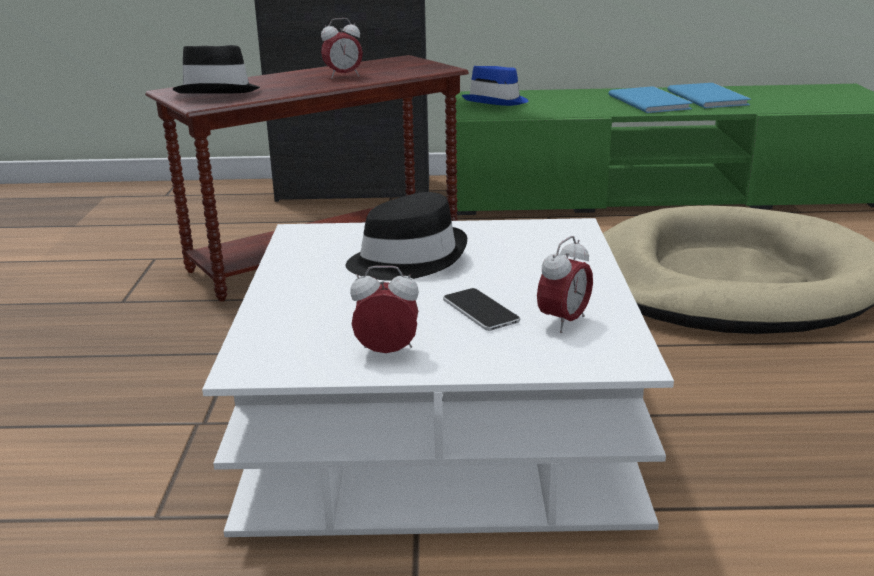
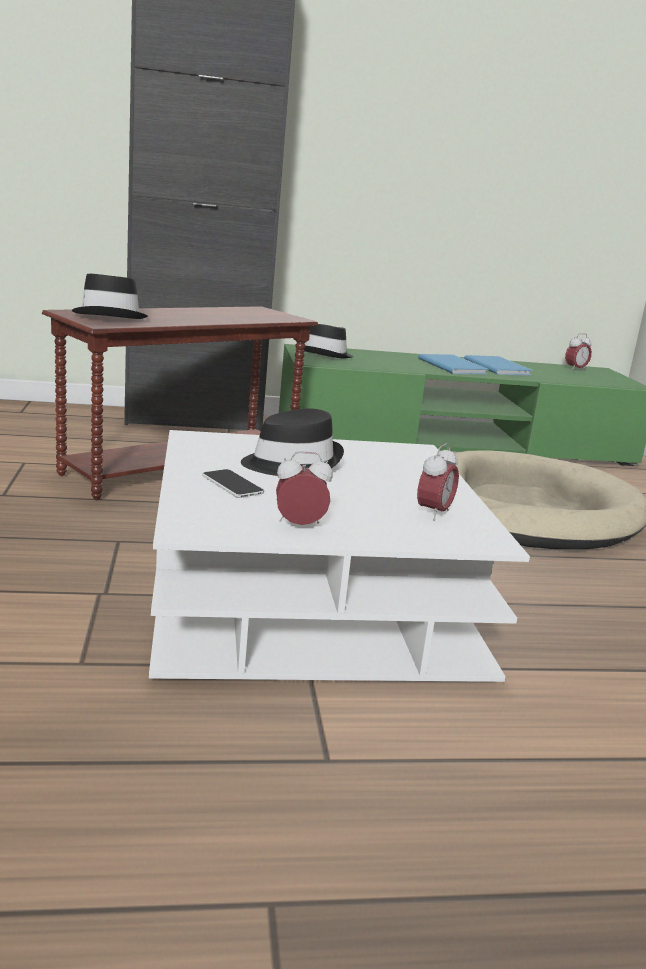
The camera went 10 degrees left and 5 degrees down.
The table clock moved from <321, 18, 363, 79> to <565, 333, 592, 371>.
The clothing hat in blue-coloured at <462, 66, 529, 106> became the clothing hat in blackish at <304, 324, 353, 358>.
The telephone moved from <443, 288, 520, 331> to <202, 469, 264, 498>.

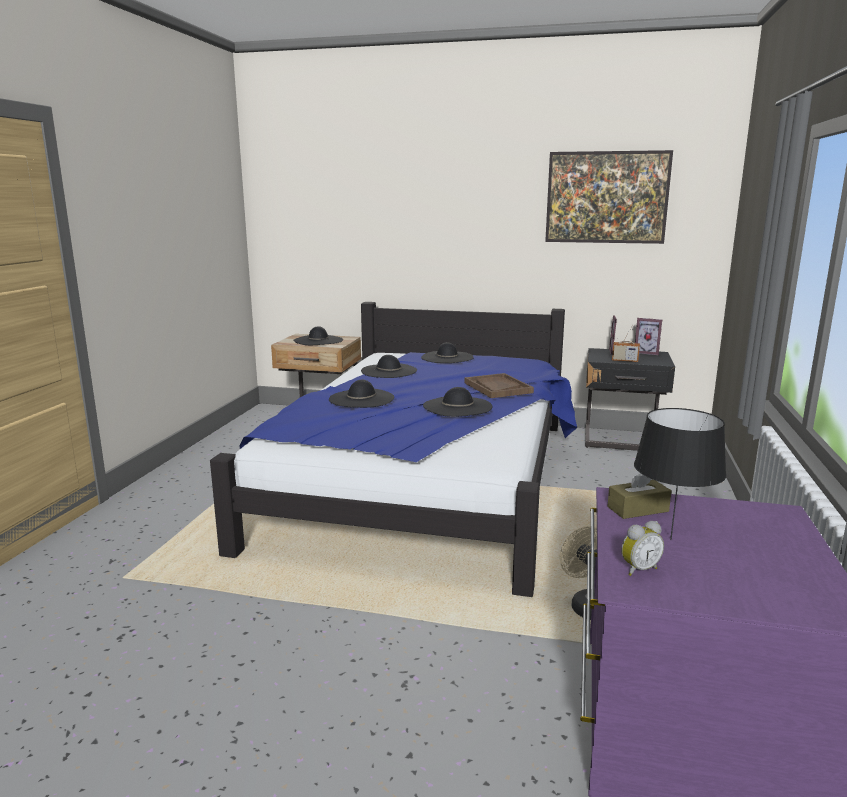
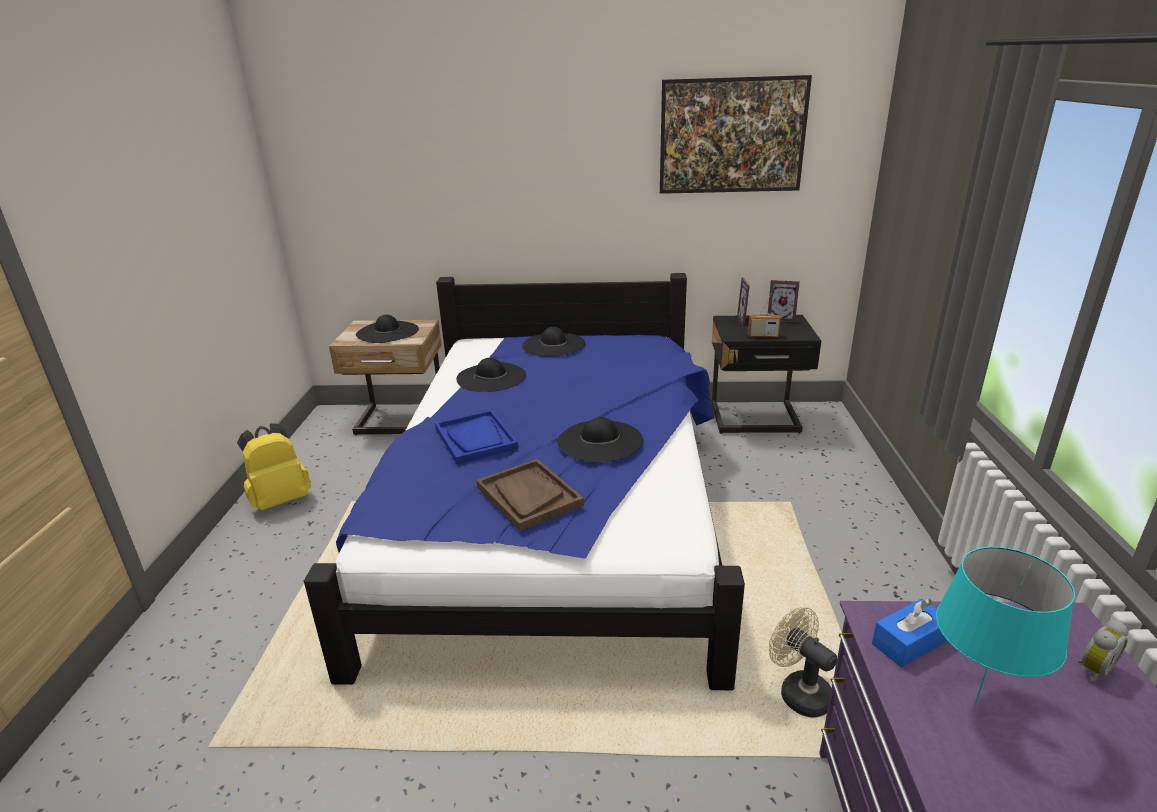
The camera went 10 degrees left and 10 degrees up.
The tray in brown-coloured moved from <464, 373, 534, 398> to <476, 459, 584, 531>.
The clothing hat in blackish at <329, 380, 395, 408> was replaced by the tray in blue-coloured at <435, 409, 519, 464>.
The table lamp in blackish at <634, 408, 726, 540> became the table lamp in turquoise-coloured at <936, 547, 1075, 705>.
The box of tissues in brown-coloured at <607, 473, 671, 519> became the box of tissues in blue-coloured at <872, 599, 947, 668>.
The table clock moved from <621, 521, 664, 576> to <1078, 620, 1128, 683>.
The knapsack in yellow at <237, 423, 311, 511> appeared.

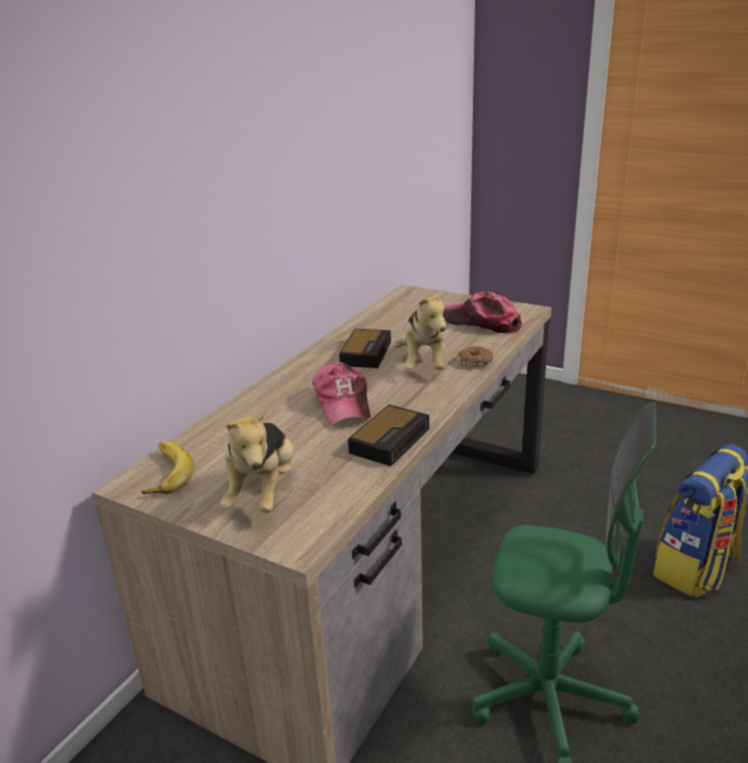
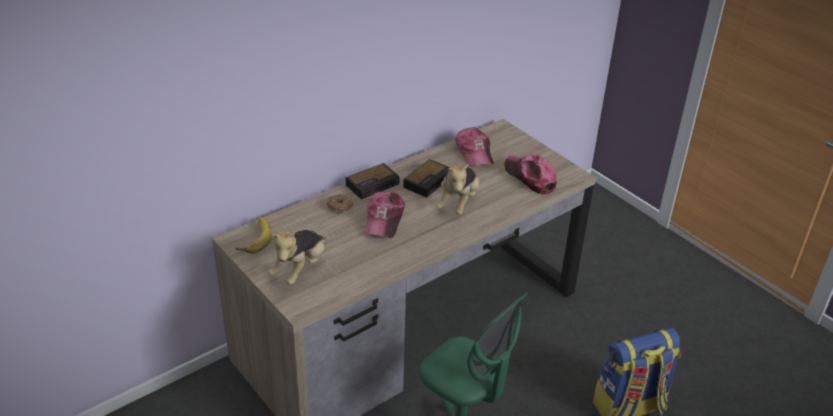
The camera went 20 degrees right and 10 degrees up.
The donut moved from <458, 346, 493, 368> to <327, 194, 353, 213>.
The table clock moved from <348, 405, 429, 466> to <346, 163, 399, 199>.
The cap at <455, 127, 494, 167> appeared.

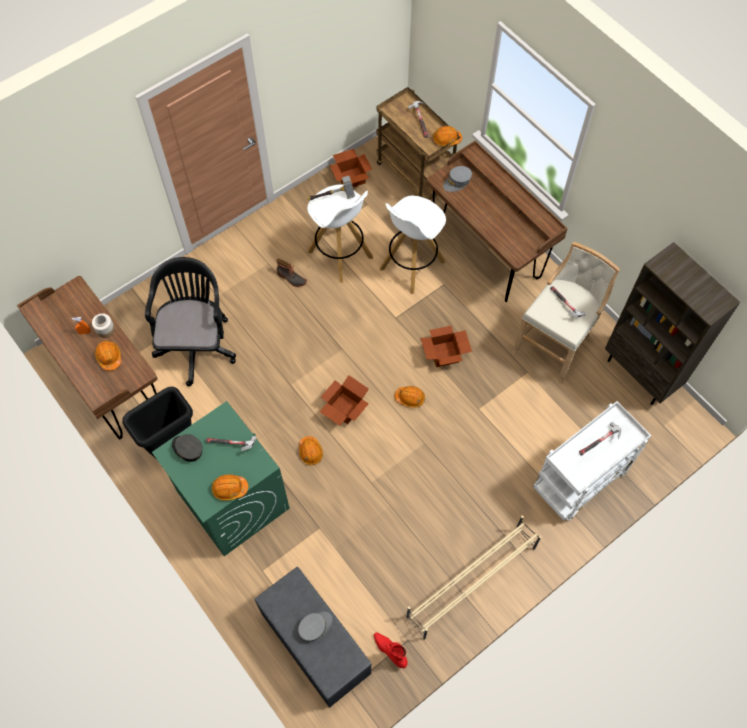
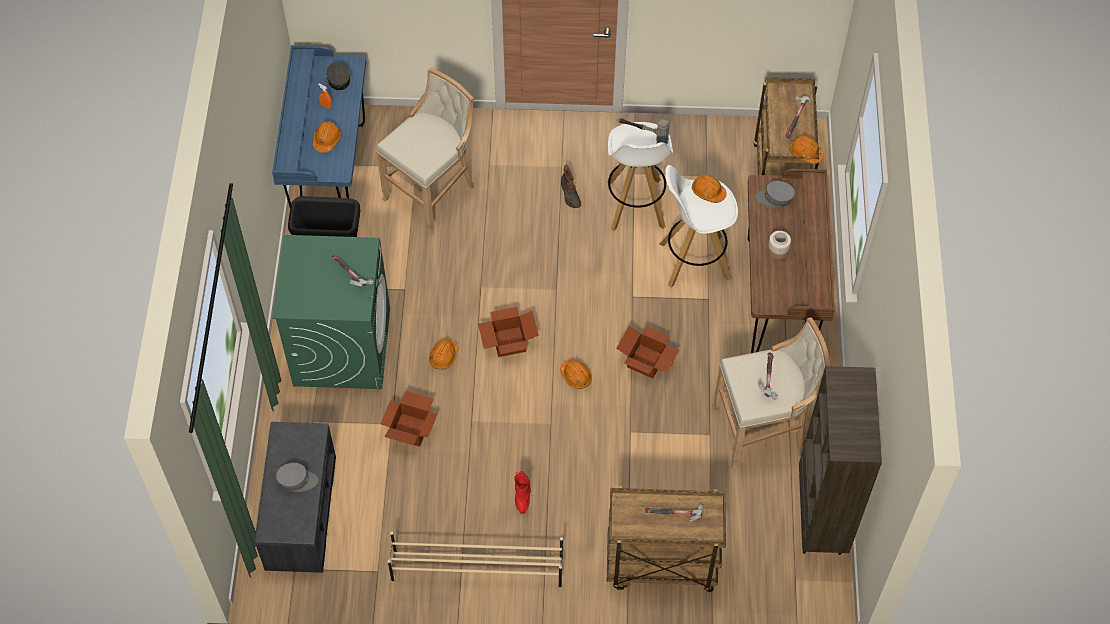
The camera went 40 degrees right and 5 degrees down.
The cardboard box moved from <330, 149, 372, 187> to <380, 391, 438, 447>.
The desk chair in blackish at <145, 257, 236, 386> was replaced by the stool in sand-coloured at <376, 68, 474, 236>.
The desk table in brown-coloured at <17, 276, 158, 439> became the desk table in blue-coloured at <272, 45, 366, 207>.
The storage jar moved from <92, 313, 115, 338> to <768, 231, 791, 259>.
The trolley in whitish at <533, 401, 651, 521> became the trolley in brown-coloured at <607, 486, 726, 592>.
The cap in grey moved from <172, 434, 203, 462> to <326, 61, 351, 90>.
The hard hat in orange-coloured moved from <212, 474, 248, 501> to <692, 174, 727, 203>.
The tall boot in reddish moved from <374, 632, 408, 668> to <514, 471, 531, 514>.

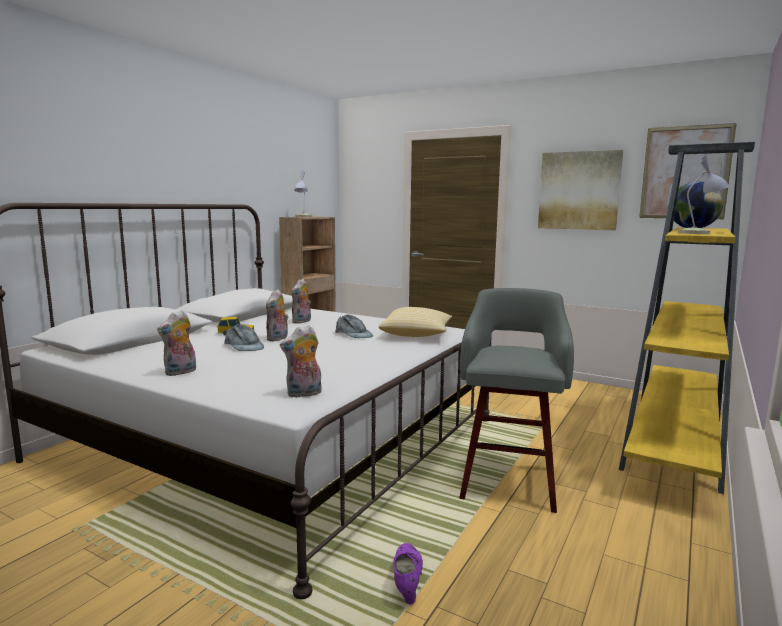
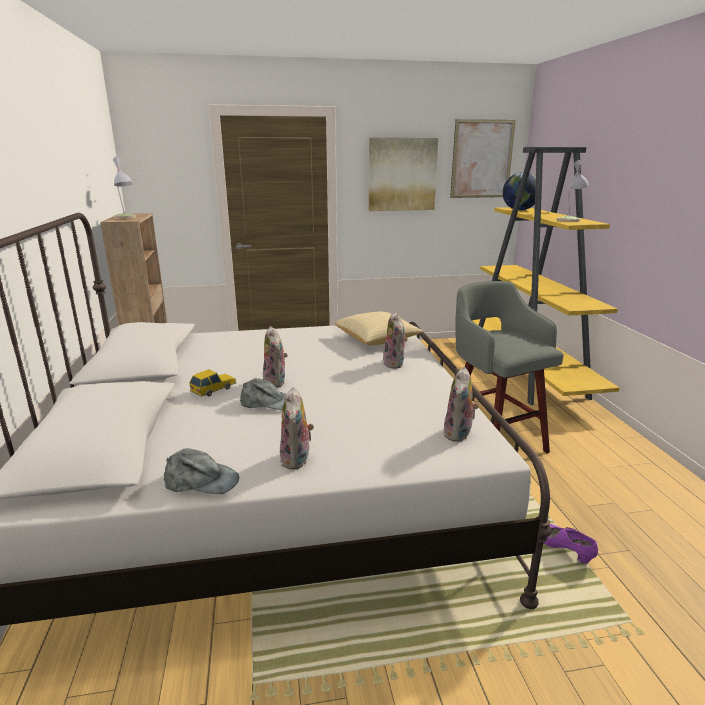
The camera went 40 degrees left and 10 degrees up.
The soft toy moved from <291, 279, 311, 324> to <383, 312, 408, 369>.
The cap in grey moved from <335, 314, 373, 338> to <164, 448, 239, 494>.

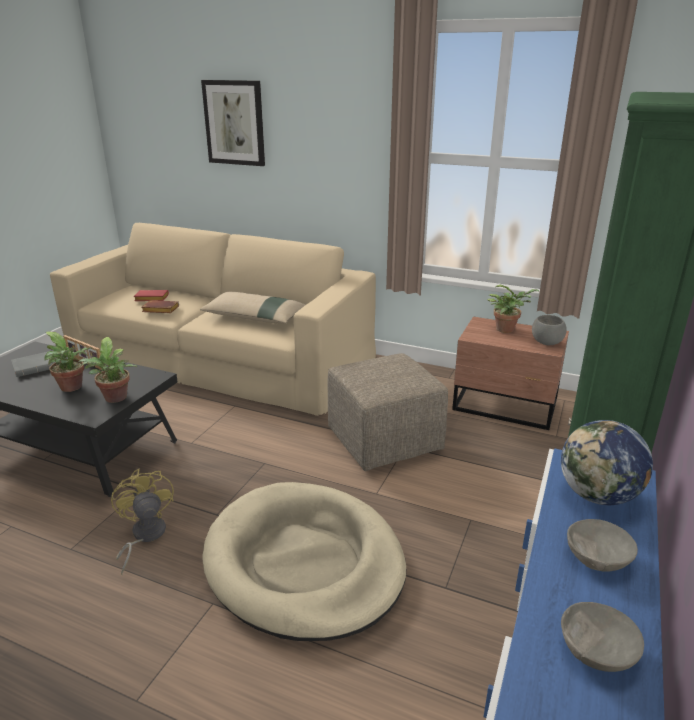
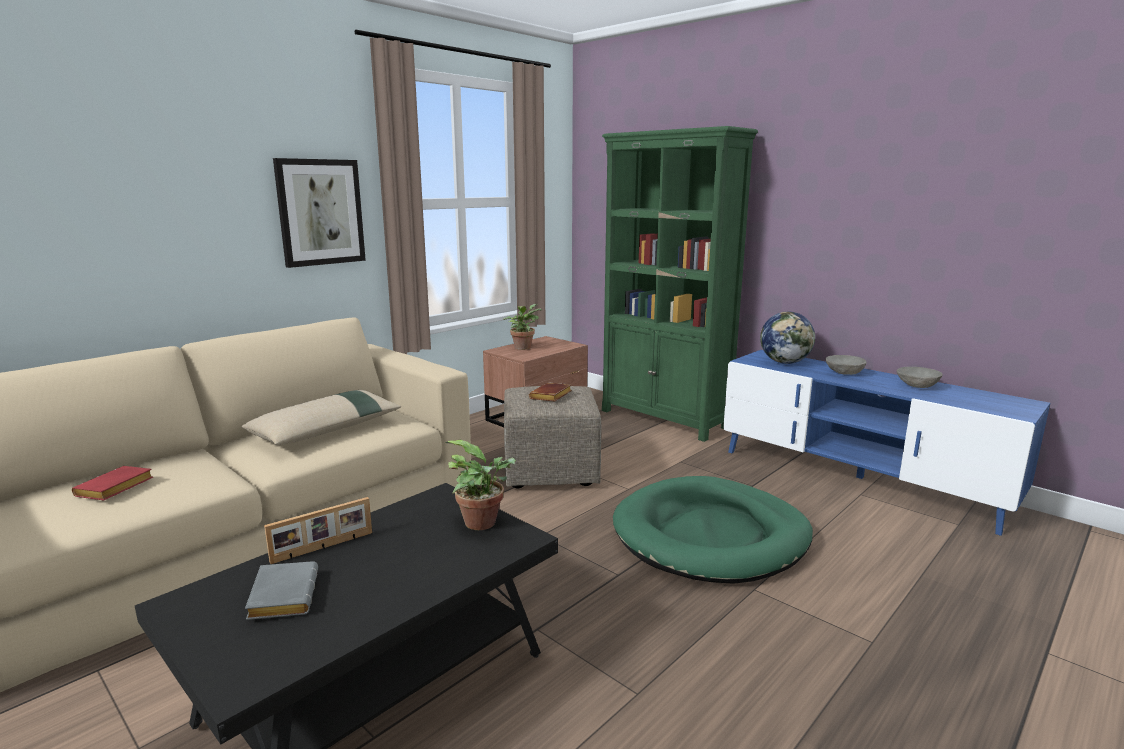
The camera went 70 degrees left and 10 degrees down.
The wall picture moved from <201, 80, 265, 166> to <273, 158, 366, 268>.
The book in brown-coloured moved from <142, 300, 179, 313> to <529, 382, 572, 401>.
The deep dish in grey at <532, 315, 567, 345> disappeared.
The potted plant at <44, 331, 92, 392> disappeared.
The electric fan in yellow at <111, 469, 174, 575> disappeared.
The pet bed in sand-coloured at <202, 482, 406, 641> became the pet bed in green at <613, 476, 813, 584>.

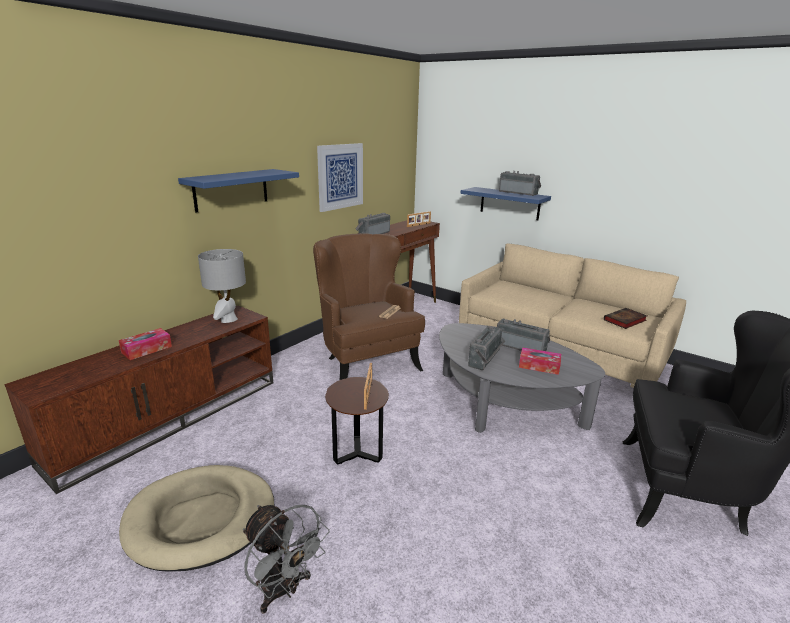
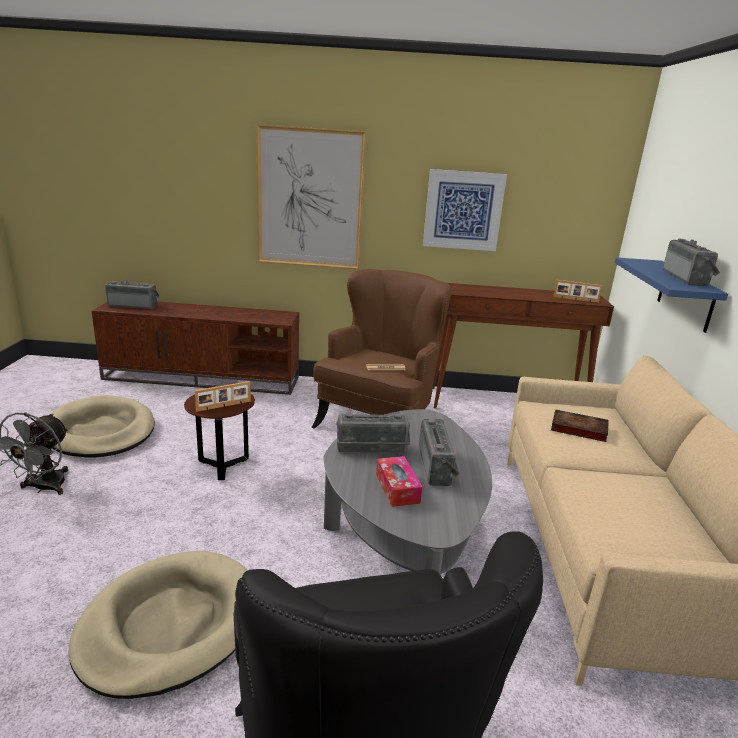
The camera went 55 degrees right and 0 degrees up.
The wall shelf in blue-coloured at <178, 169, 299, 213> was replaced by the wall picture at <256, 124, 366, 269>.
The radio set moved from <355, 213, 390, 234> to <105, 280, 159, 309>.
The table lamp in grey at <198, 249, 246, 323> disappeared.
The book moved from <604, 308, 647, 329> to <551, 409, 609, 442>.
The box of tissues at <119, 328, 172, 360> disappeared.
The pet bed in sand-coloured at <69, 551, 248, 699> appeared.

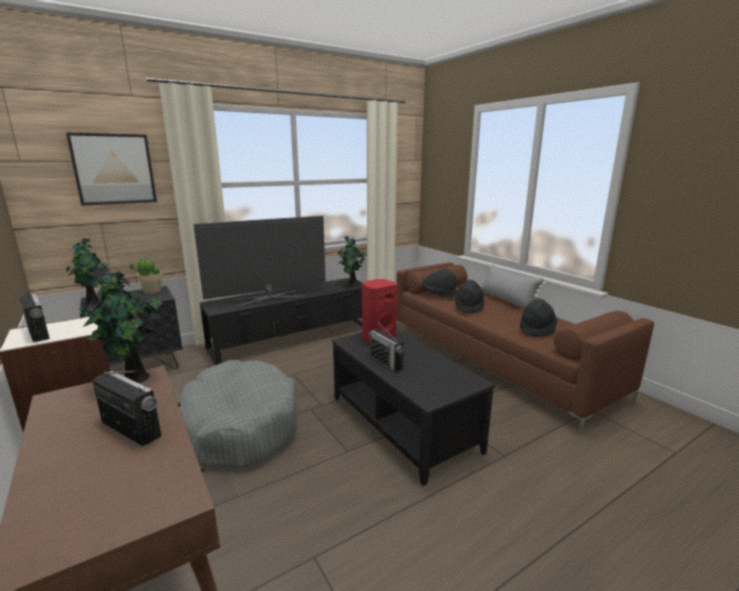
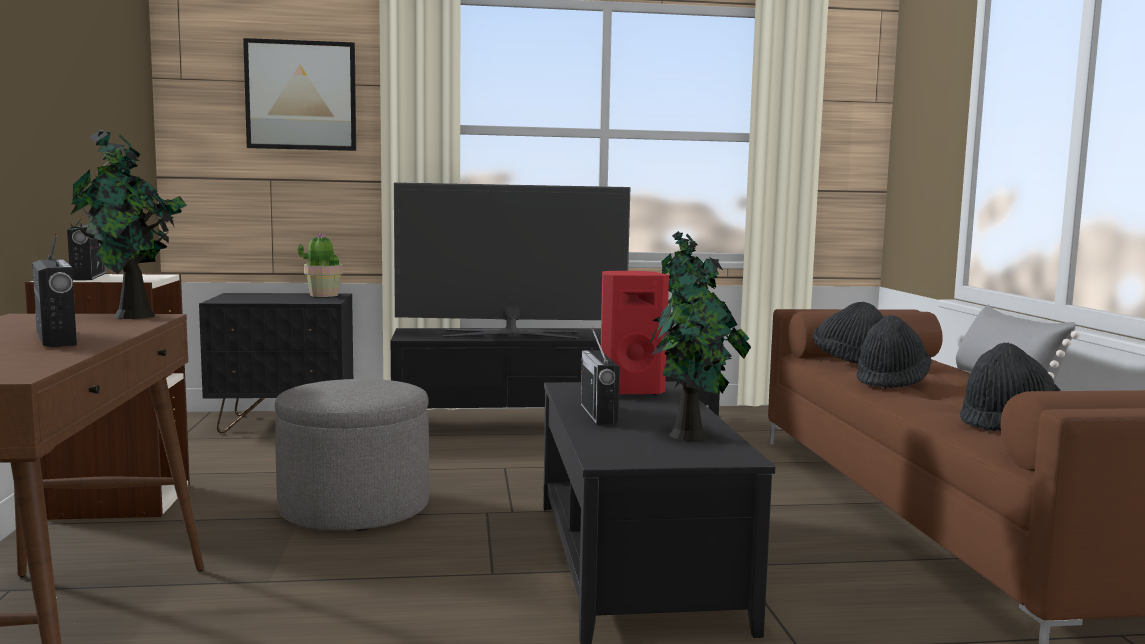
The camera went 25 degrees right and 10 degrees down.
The potted plant moved from <66, 238, 109, 305> to <649, 257, 751, 441>.
The pet bed in grey at <179, 360, 298, 469> was replaced by the pouffe in grey at <275, 379, 429, 531>.

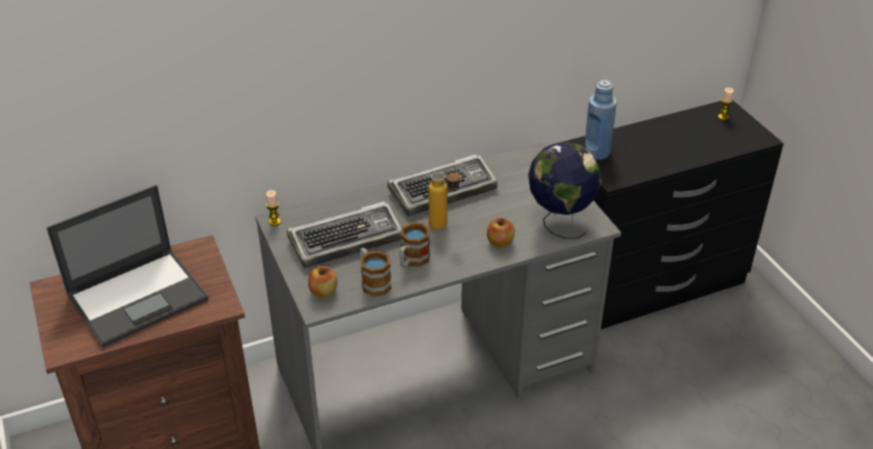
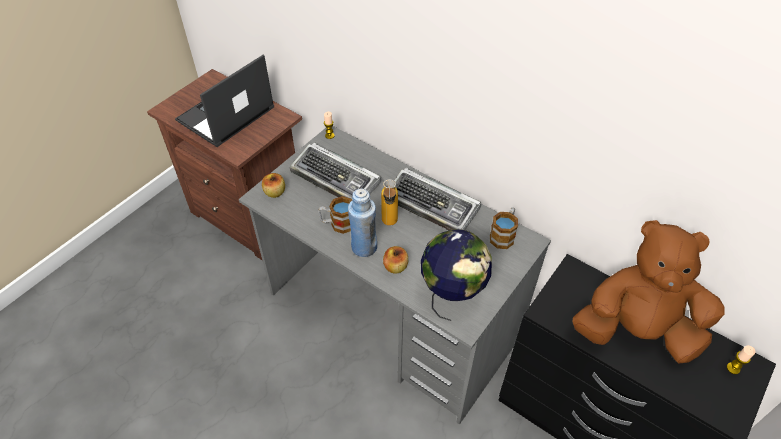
The camera went 60 degrees right and 10 degrees up.
The beverage bottle in blue-coloured moved from <584, 80, 617, 160> to <348, 189, 377, 257>.
The laptop at <47, 185, 209, 348> turned 105 degrees clockwise.
The tea mug moved from <360, 248, 392, 297> to <490, 207, 518, 249>.
The soft toy in brown-coloured at <572, 220, 725, 363> appeared.

